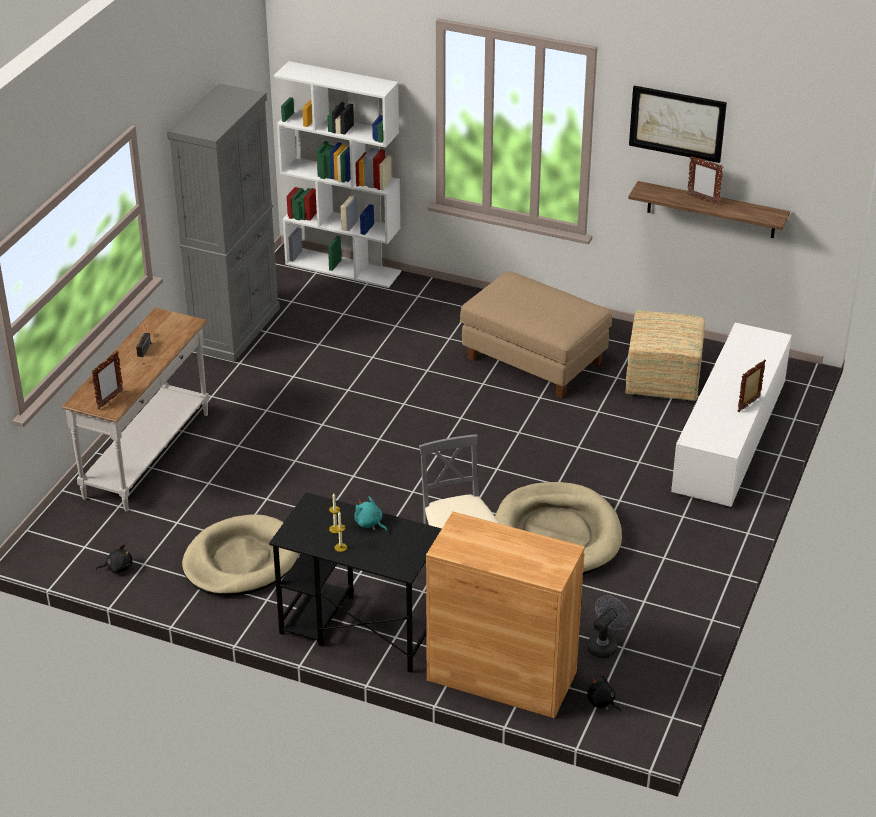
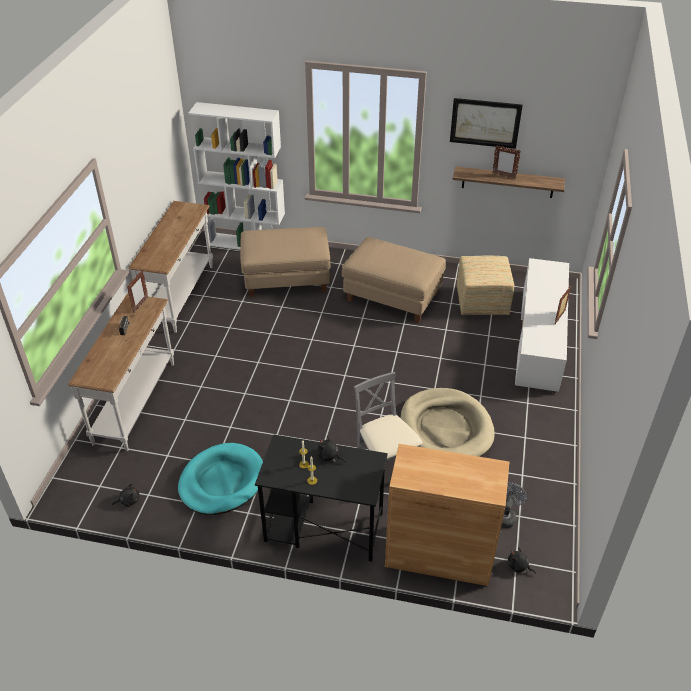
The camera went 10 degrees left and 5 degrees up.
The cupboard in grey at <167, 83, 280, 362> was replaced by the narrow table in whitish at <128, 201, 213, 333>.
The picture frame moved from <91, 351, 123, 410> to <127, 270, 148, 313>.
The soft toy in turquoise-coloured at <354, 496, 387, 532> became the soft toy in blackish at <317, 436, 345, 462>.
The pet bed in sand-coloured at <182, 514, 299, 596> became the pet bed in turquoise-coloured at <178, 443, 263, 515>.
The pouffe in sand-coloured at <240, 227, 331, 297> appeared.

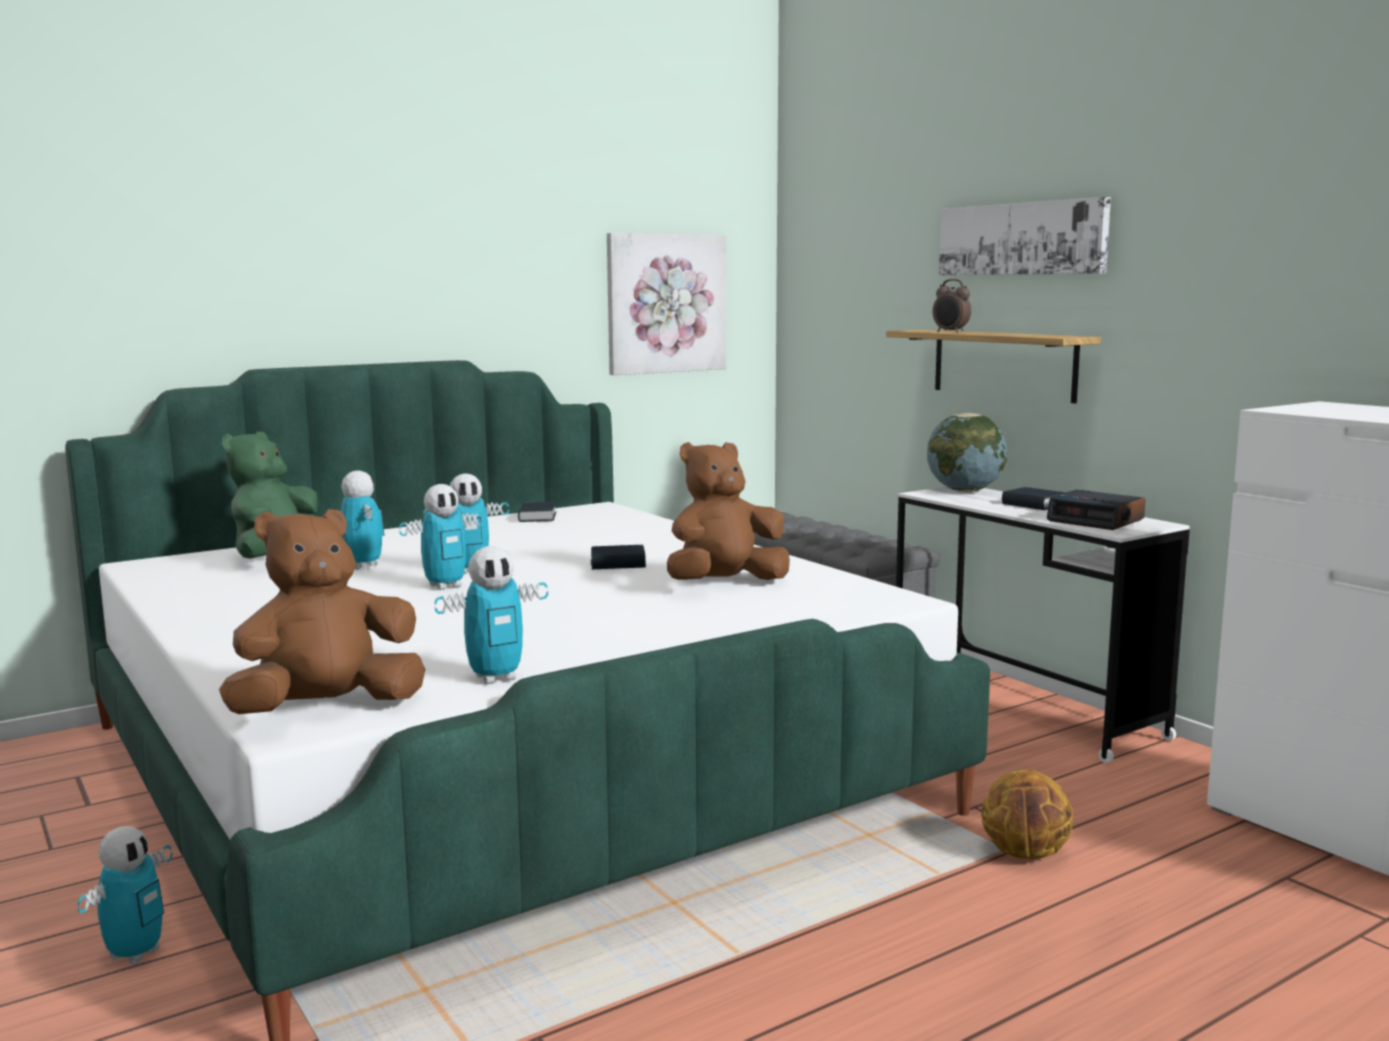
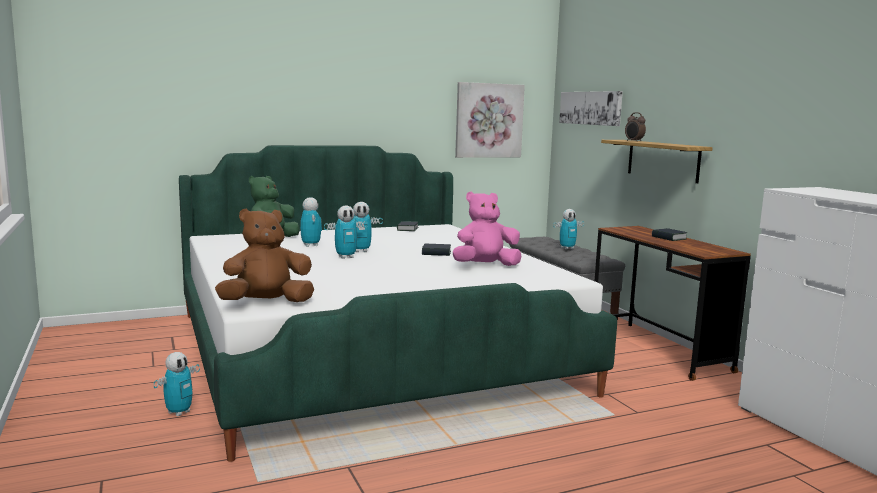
The camera went 10 degrees right and 0 degrees up.
The wall picture moved from <939, 197, 1111, 275> to <559, 91, 623, 126>.
The desk globe at <927, 413, 1007, 492> disappeared.
The soft toy in brown-coloured at <667, 442, 790, 580> became the soft toy in pink at <453, 191, 522, 266>.
The desk table in whitish at <896, 487, 1190, 763> became the desk table in brown-coloured at <595, 226, 751, 381>.
The table clock at <1047, 490, 1146, 530> disappeared.
The robot figure moved from <435, 546, 548, 684> to <553, 209, 584, 250>.
The basketball ball at <981, 769, 1074, 859> disappeared.

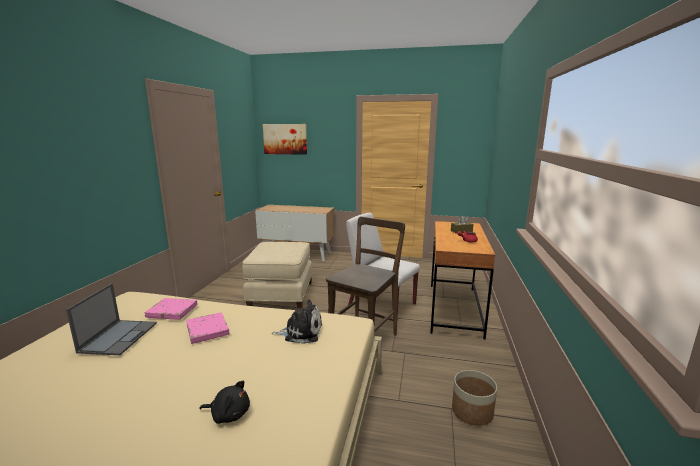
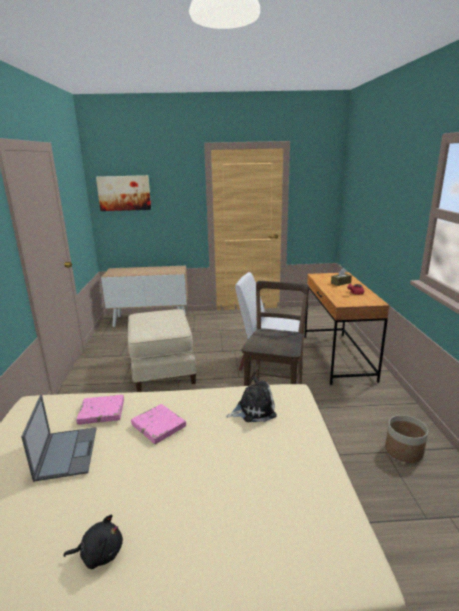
The camera went 15 degrees left and 5 degrees up.
The soft toy in blackish moved from <200, 381, 250, 424> to <64, 514, 123, 569>.

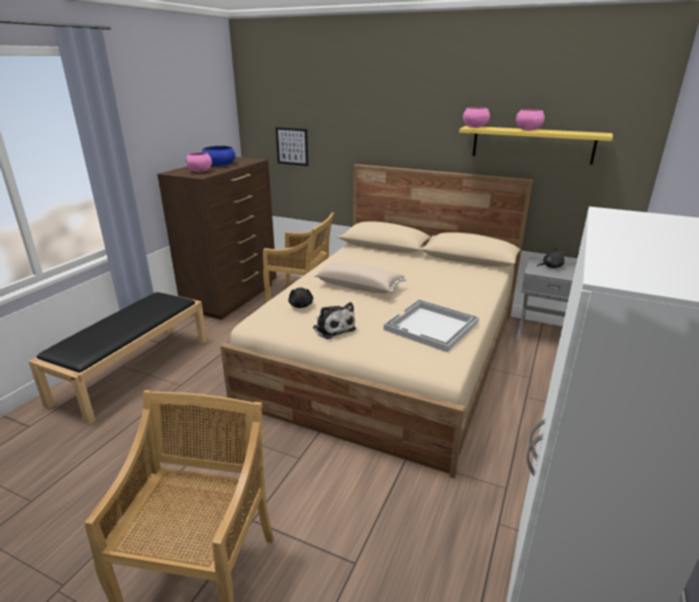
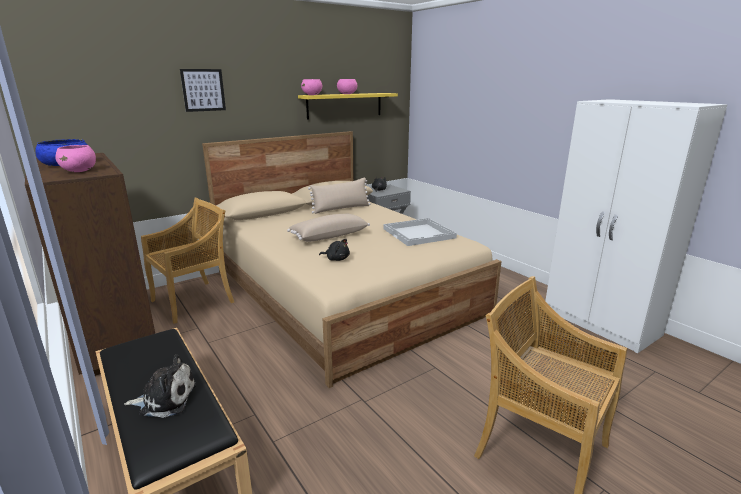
The camera went 60 degrees left and 5 degrees down.
The wall picture moved from <275, 127, 308, 166> to <180, 69, 226, 112>.
The soft toy moved from <313, 302, 356, 339> to <124, 354, 197, 418>.
The pillow in sand-coloured at <308, 177, 370, 214> appeared.

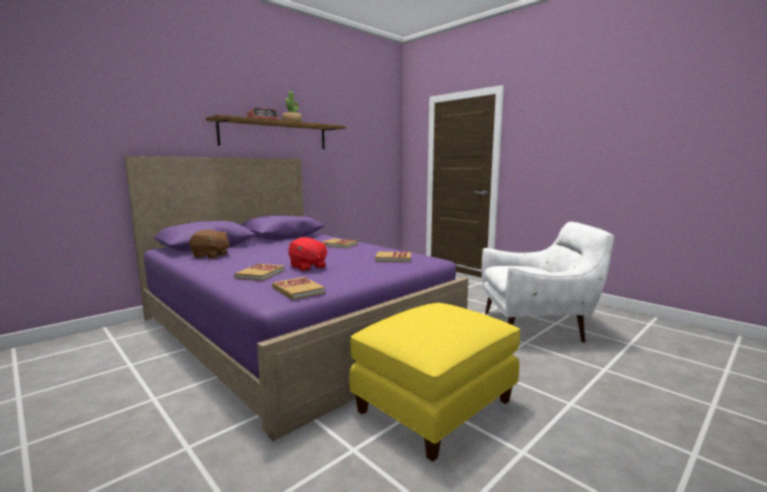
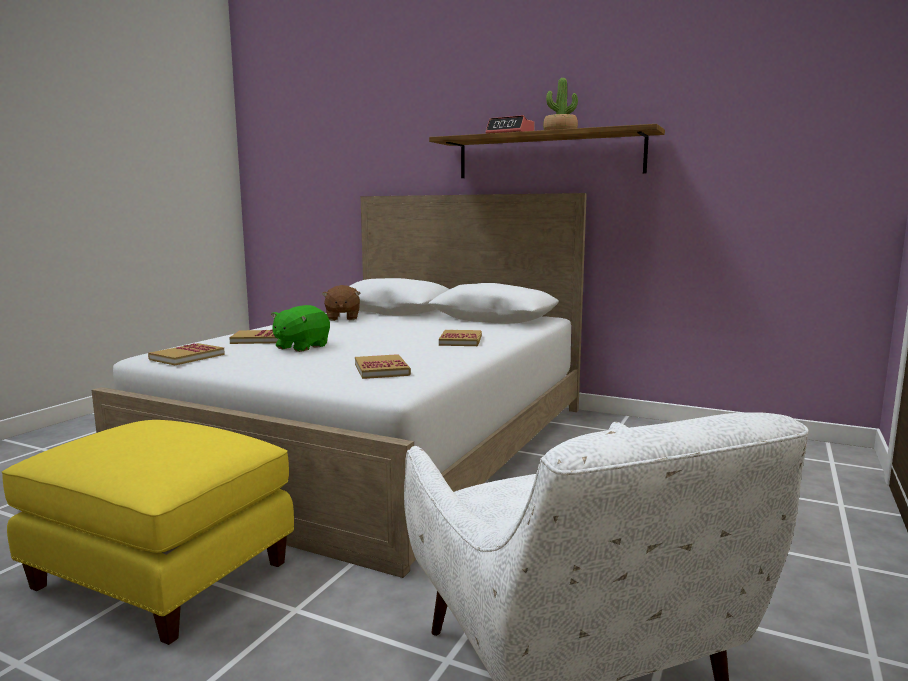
The camera went 70 degrees right and 0 degrees up.
The bedroom bed in purplish at <124, 156, 468, 441> became the bedroom bed in whitish at <92, 193, 587, 578>.
The soft toy in reddish at <288, 237, 328, 271> became the soft toy in green at <271, 305, 330, 352>.

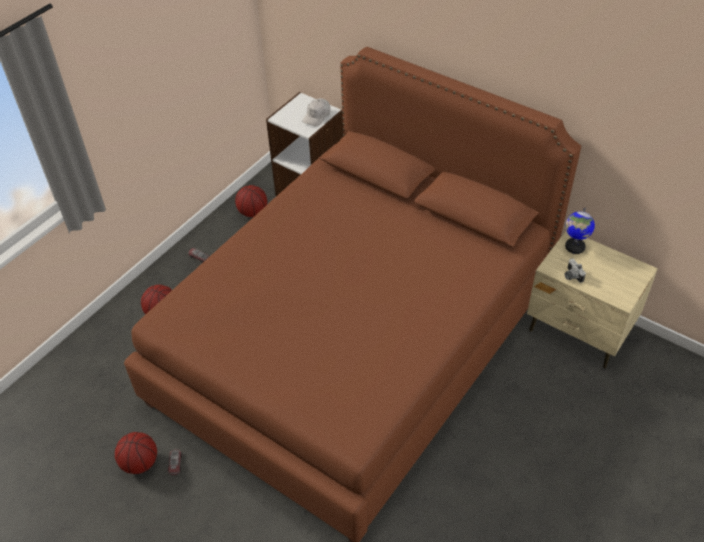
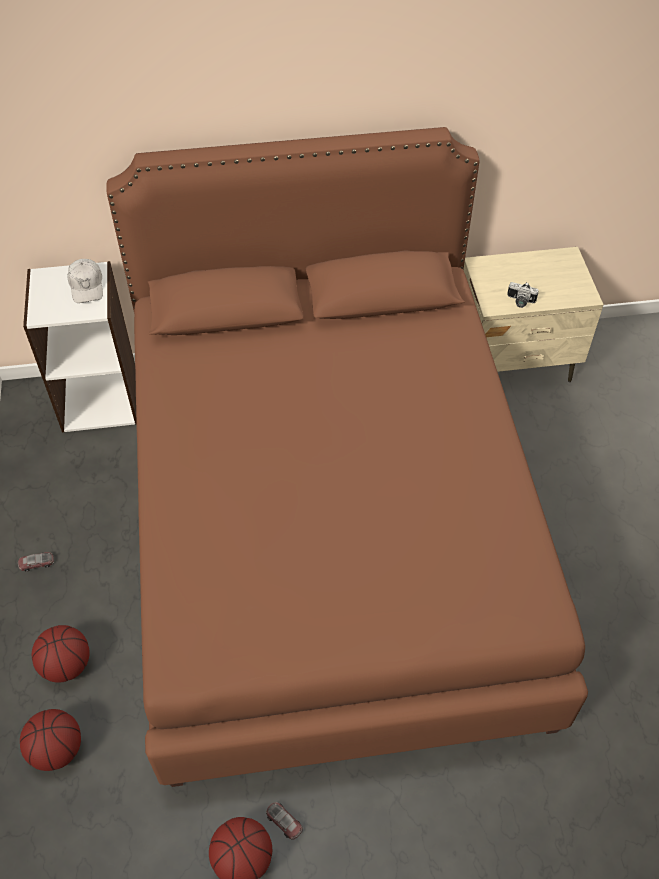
The camera went 45 degrees left and 5 degrees up.
The basketball ball moved from <235, 185, 267, 217> to <20, 709, 81, 771>.
The desk globe at <565, 208, 595, 254> disappeared.

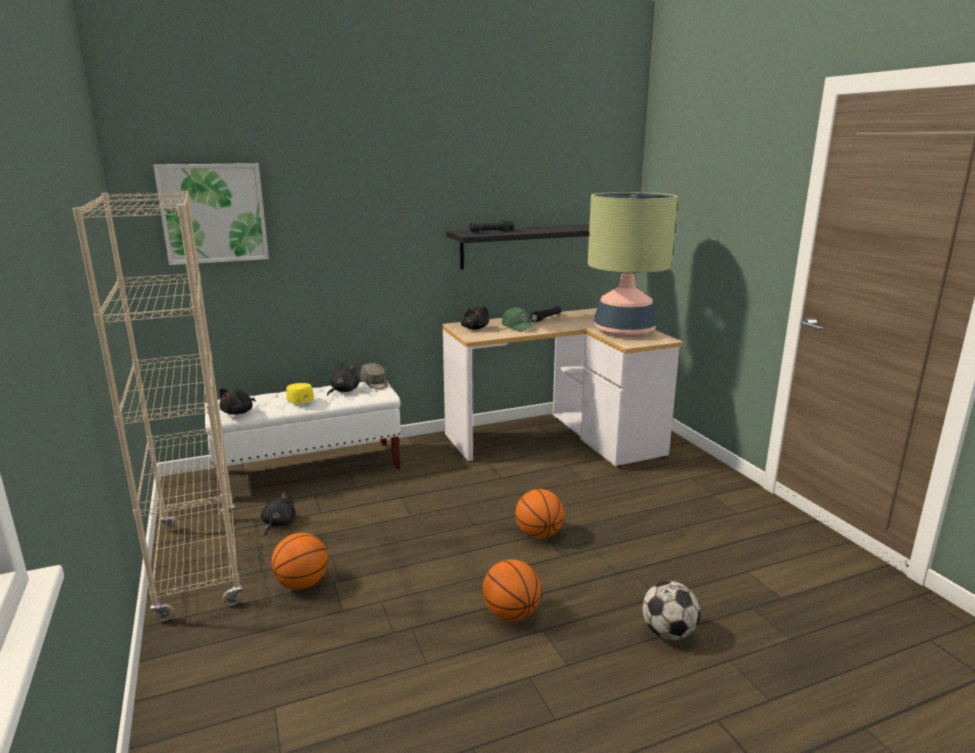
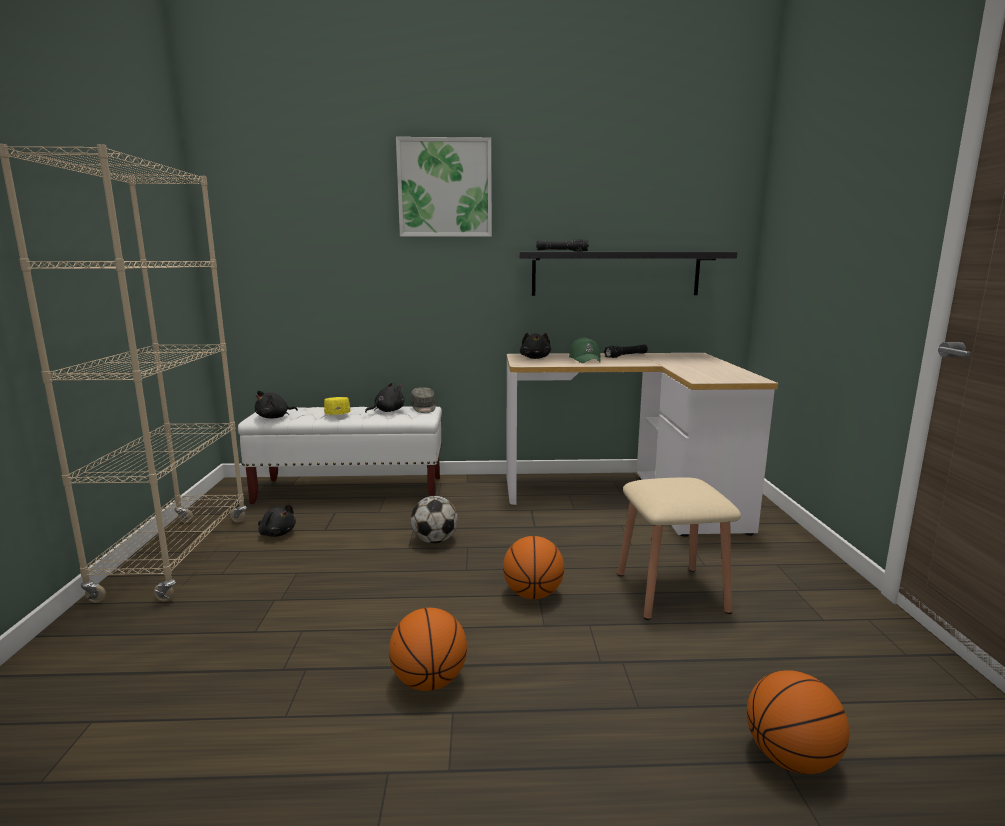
The camera went 20 degrees right and 5 degrees down.
The wall picture moved from <153, 163, 269, 265> to <396, 137, 492, 237>.
The table lamp at <588, 192, 678, 337> disappeared.
The soft toy in blackish at <261, 492, 296, 536> turned 90 degrees clockwise.
The basketball ball moved from <271, 533, 328, 590> to <747, 670, 849, 774>.
The football ball moved from <642, 581, 700, 640> to <411, 496, 458, 543>.
The stool in sand-coloured at <617, 477, 741, 620> appeared.

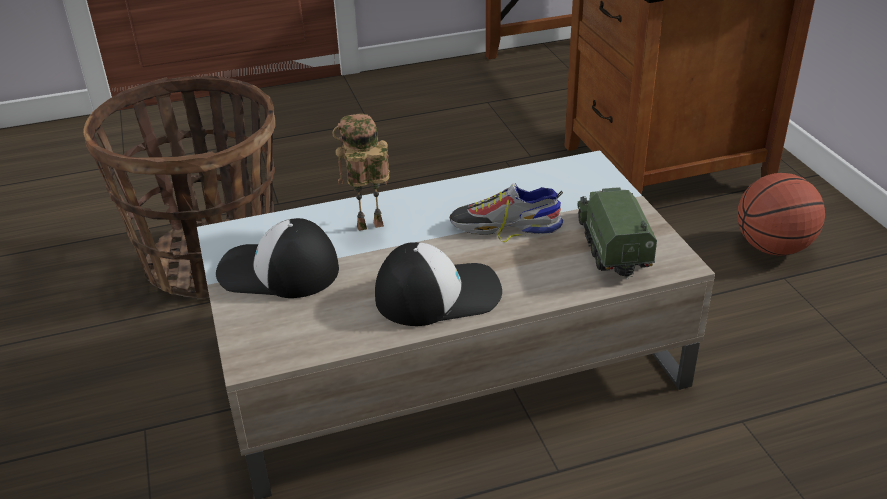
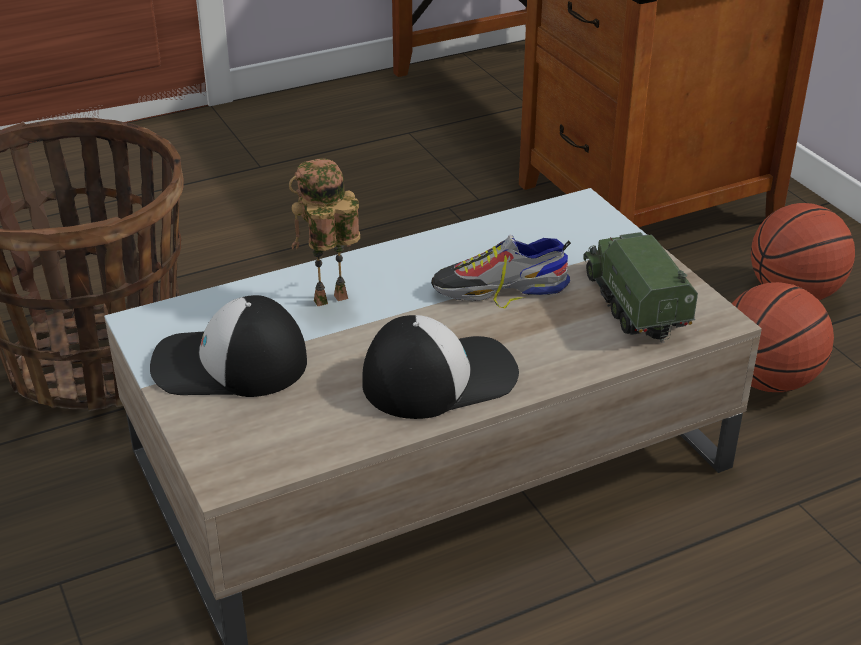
The camera went 10 degrees left and 0 degrees up.
The basketball ball at <732, 282, 834, 392> appeared.

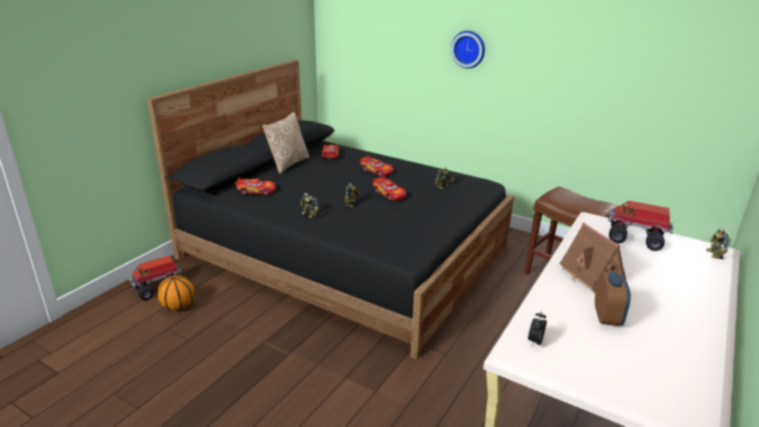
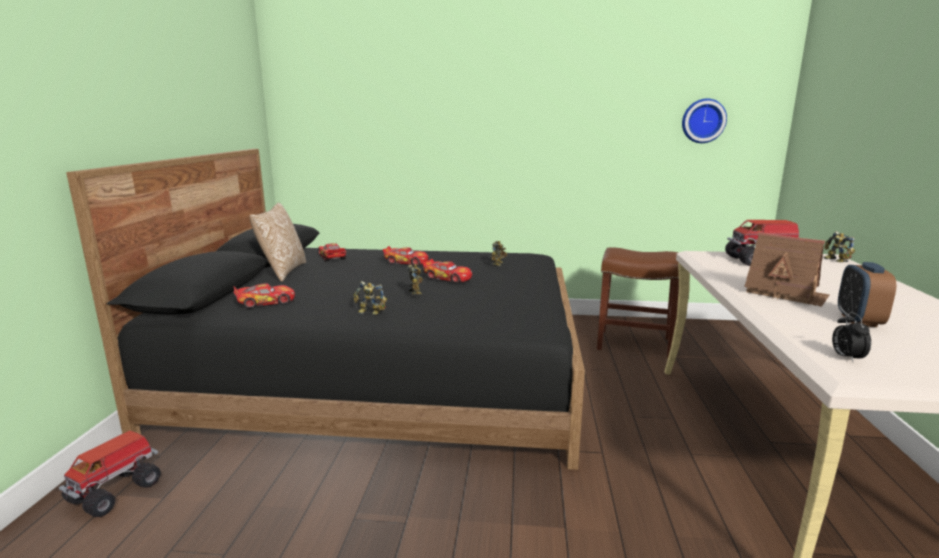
The camera went 25 degrees left and 10 degrees down.
The hanging clock moved from <451, 31, 485, 68> to <682, 99, 727, 143>.
The table clock at <595, 272, 631, 326> turned 150 degrees counterclockwise.
The basketball ball at <157, 275, 194, 311> disappeared.

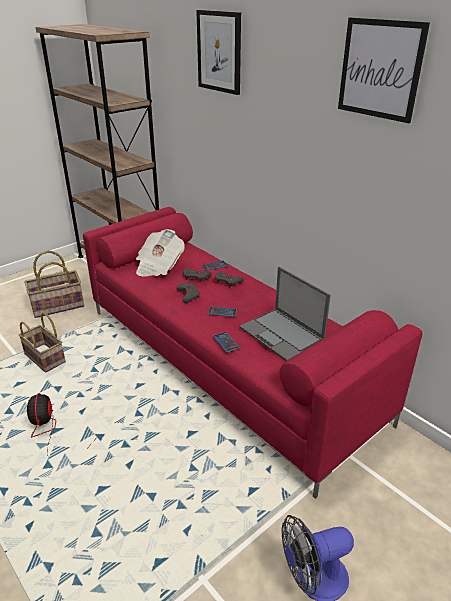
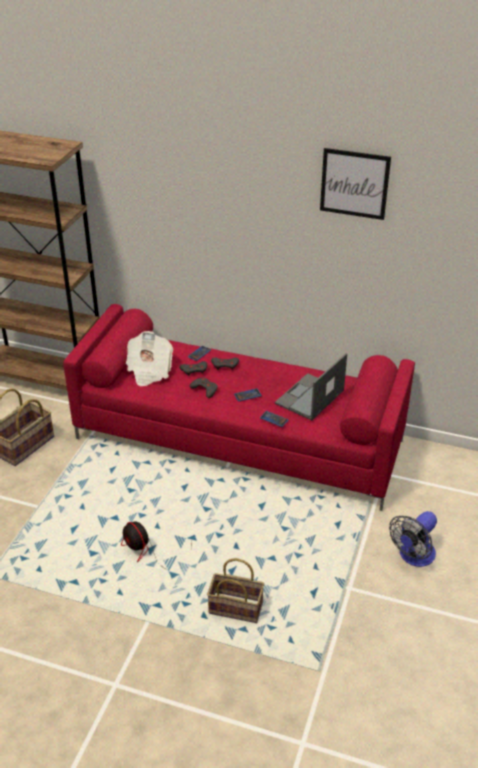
The camera went 30 degrees left and 5 degrees up.
The wall picture at <196, 10, 241, 95> disappeared.
The laptop at <239, 266, 331, 361> turned 105 degrees clockwise.
The household basket moved from <19, 312, 66, 373> to <207, 558, 264, 623>.

